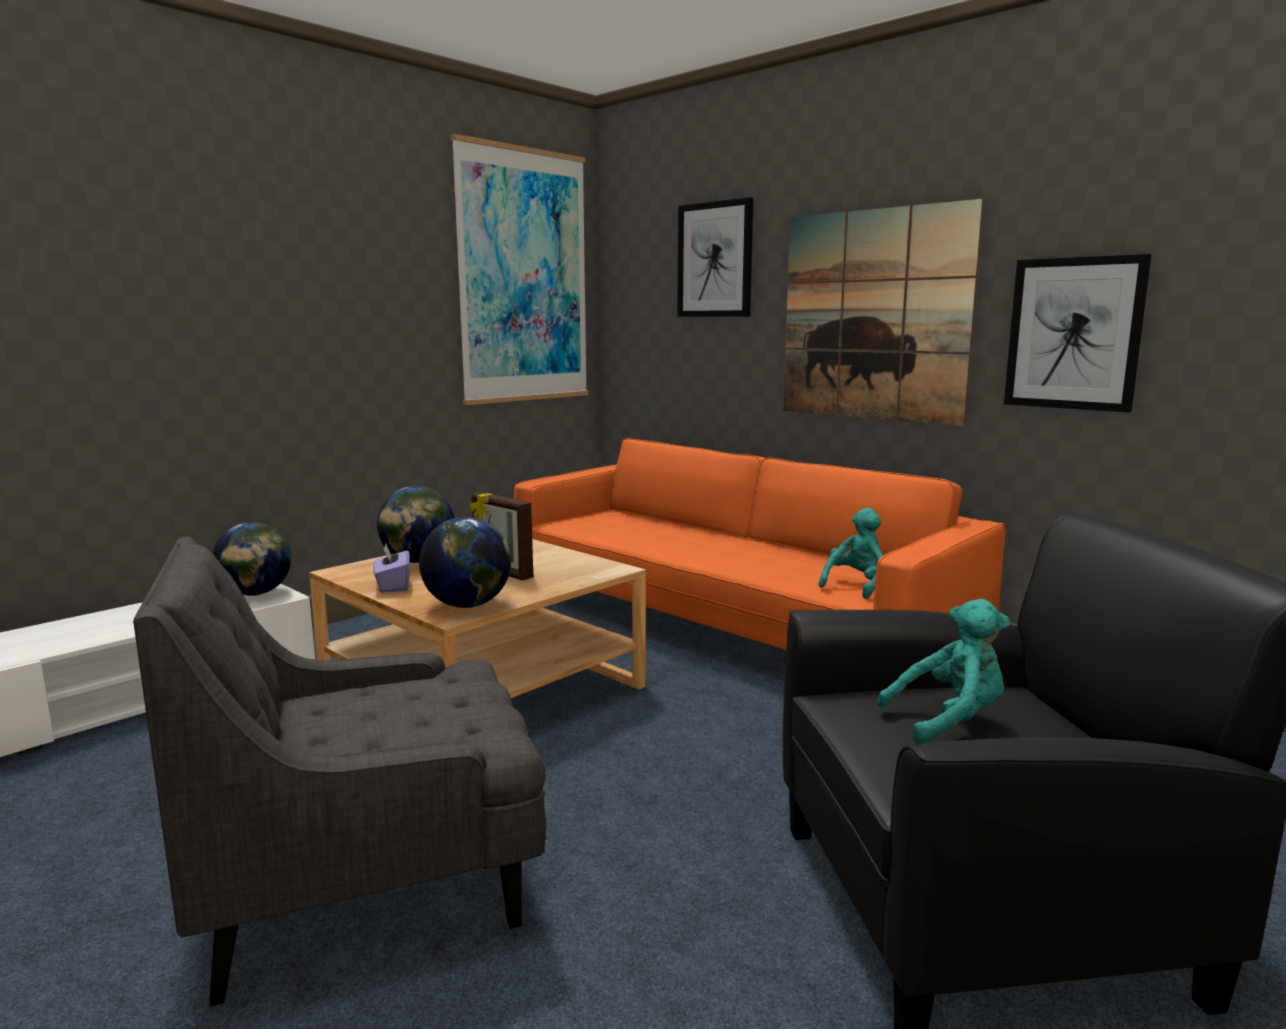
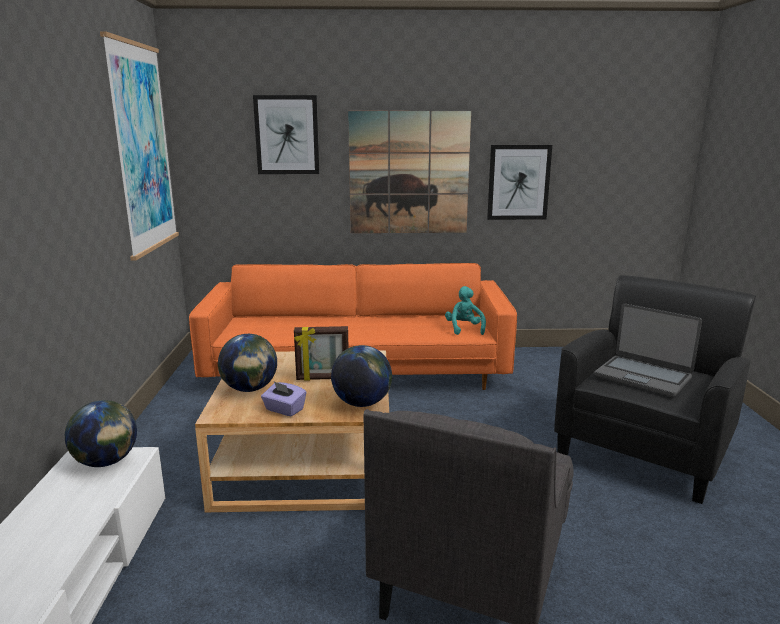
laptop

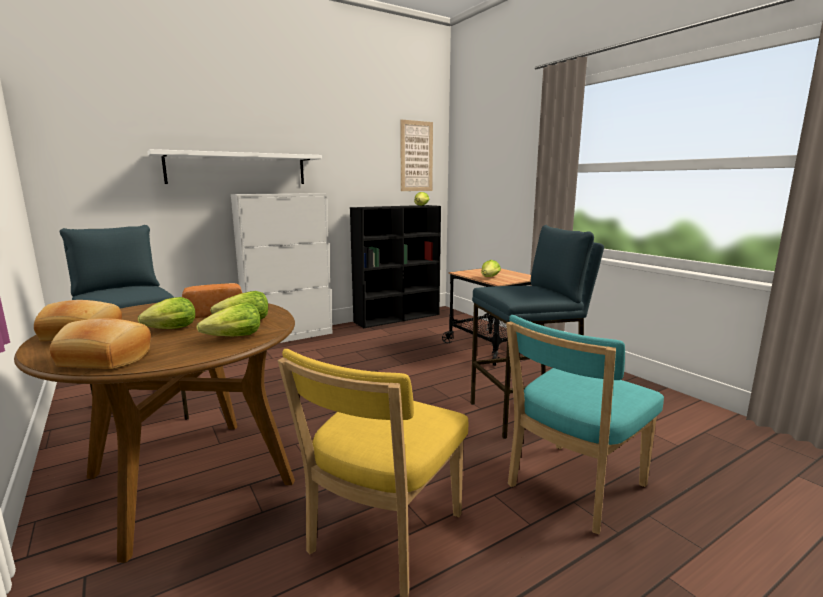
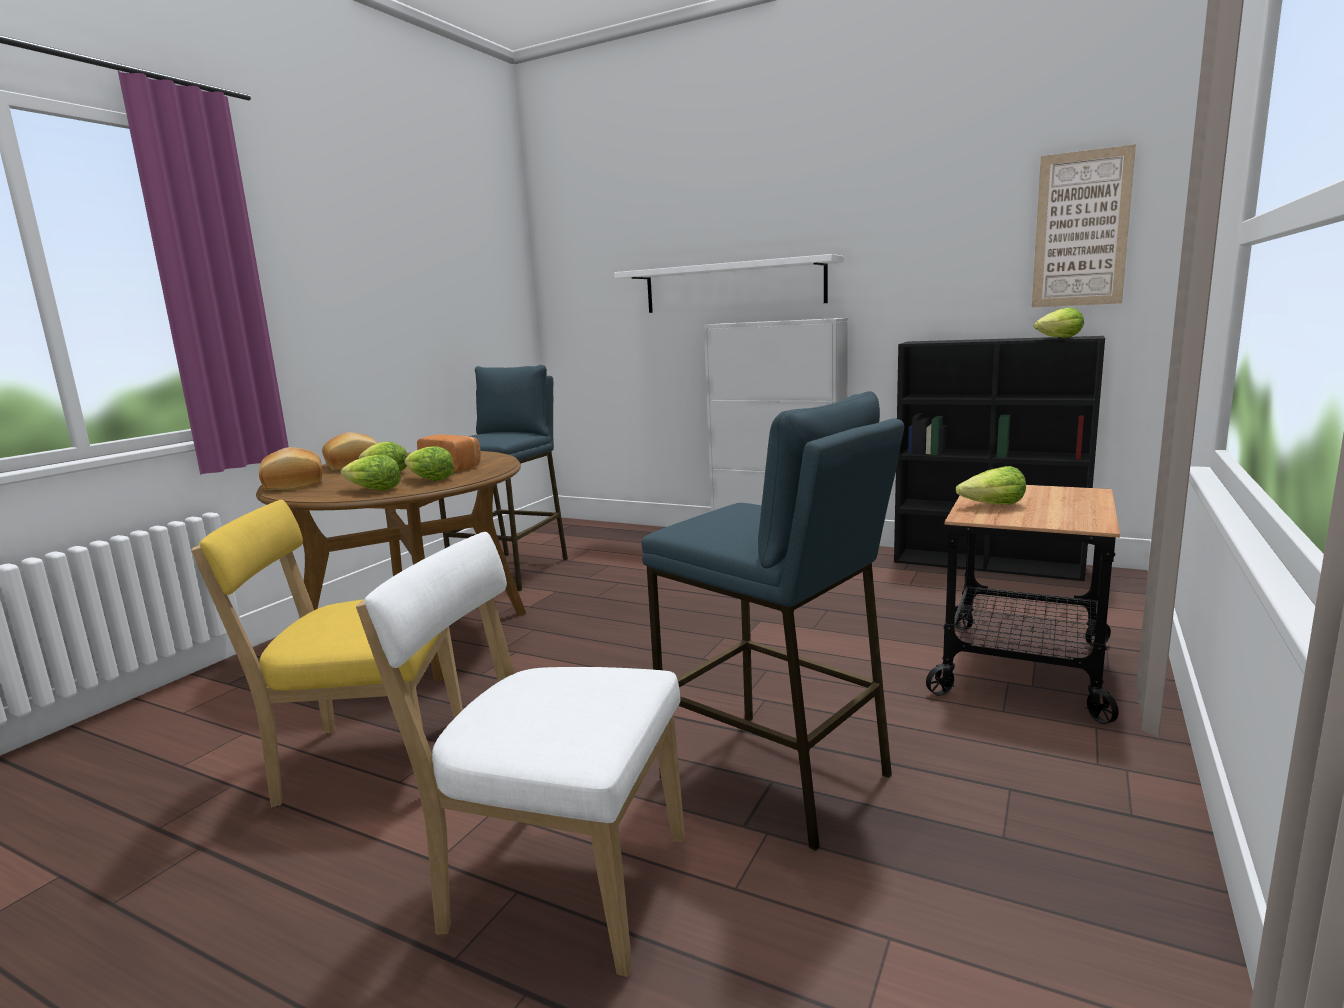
krzesło [biały]

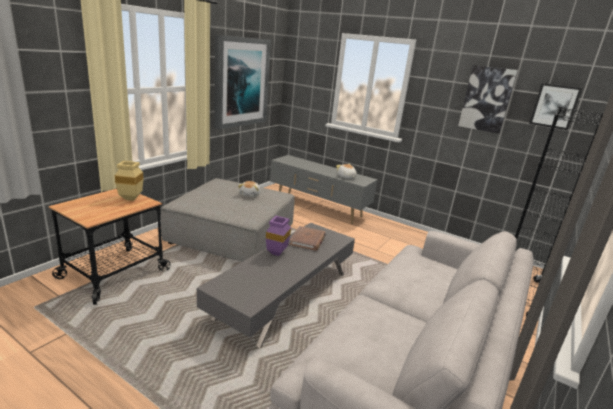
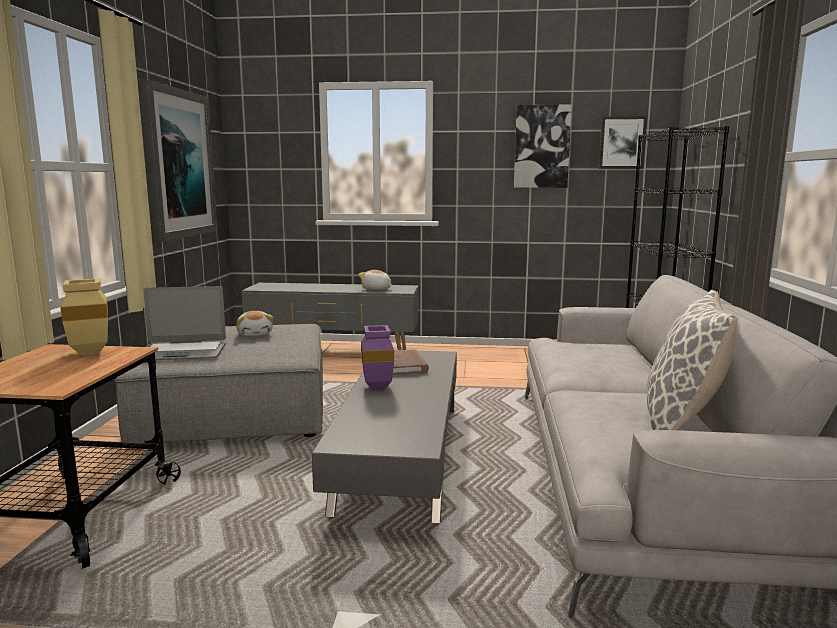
laptop; poduszka

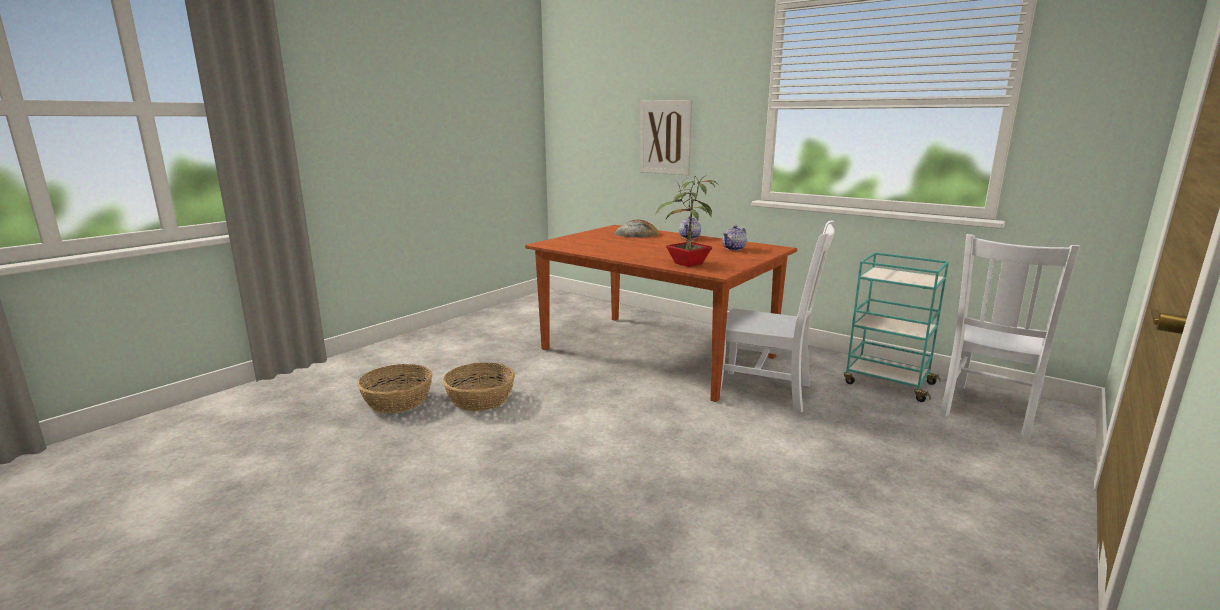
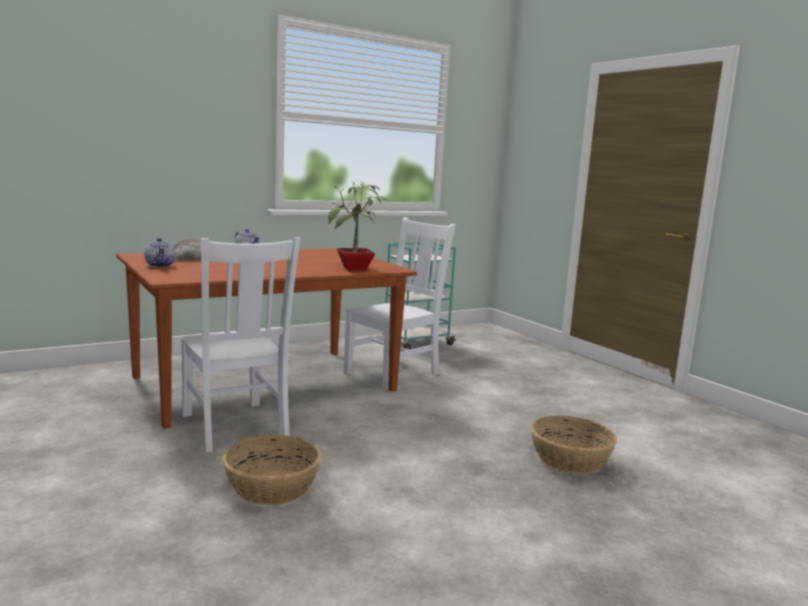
imbryk (no. 1 from left); krzesło [biały] (no. 1 from left); koszyk (no. 2 from left); obraz

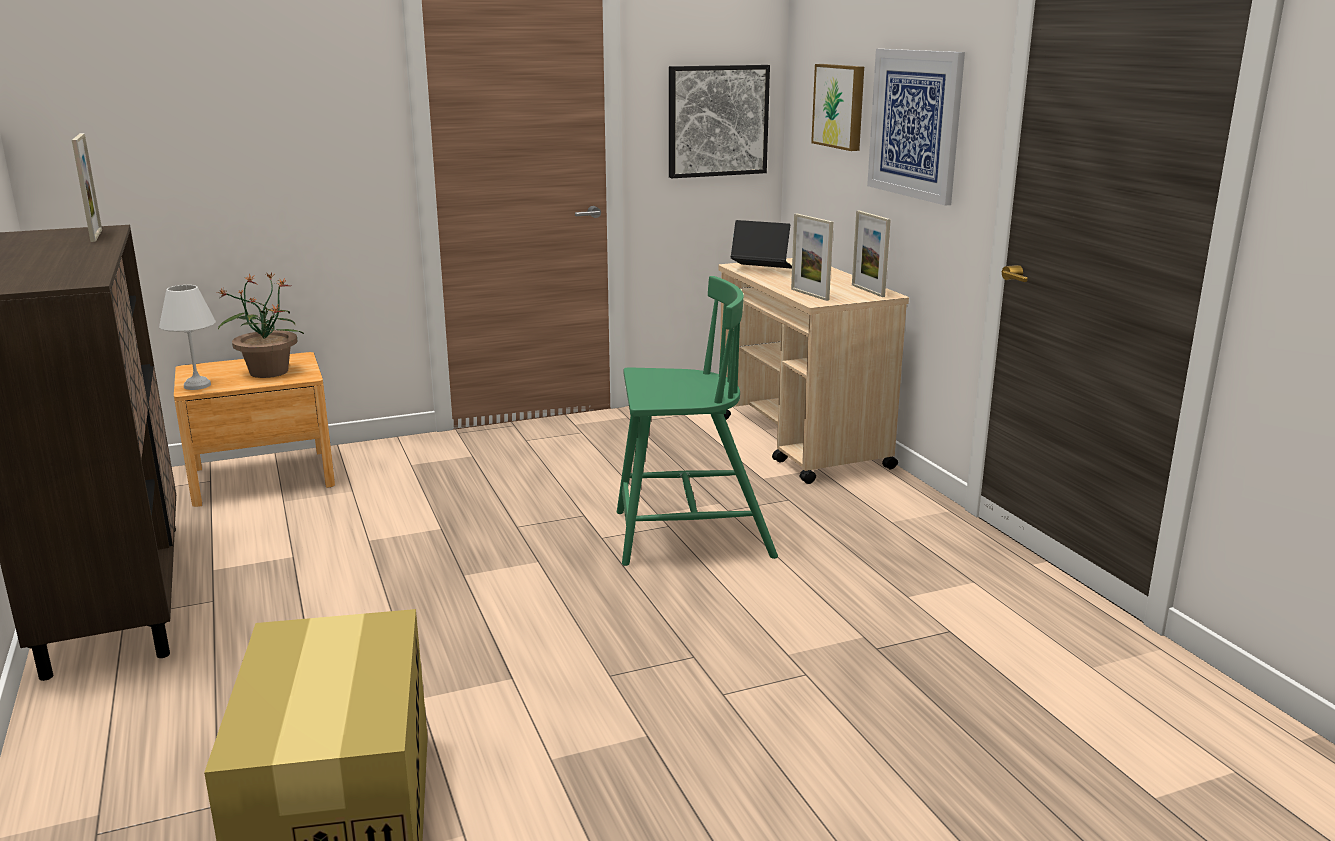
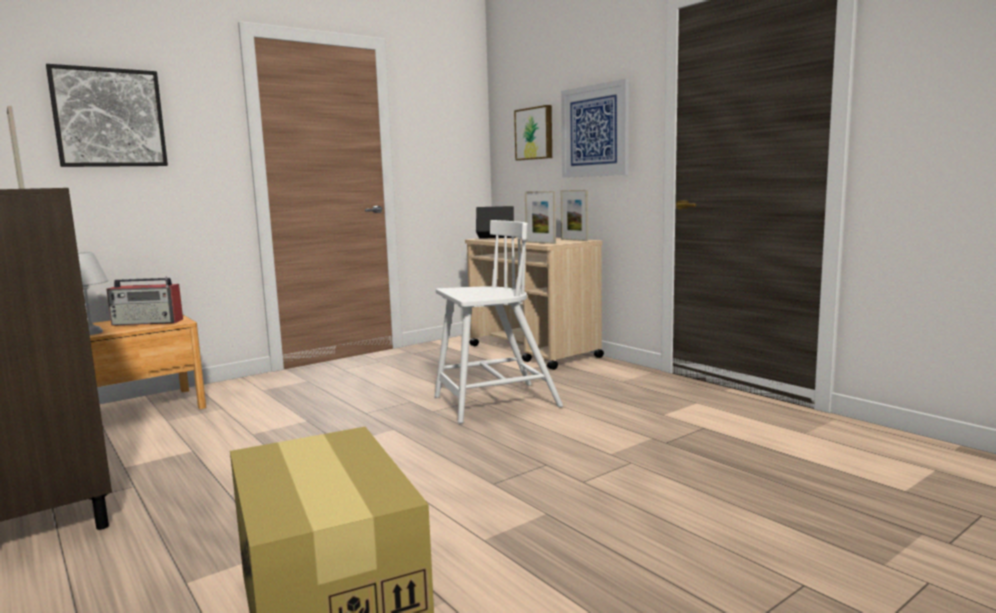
obraz (no. 1 from left); radio; krzesło [biały]

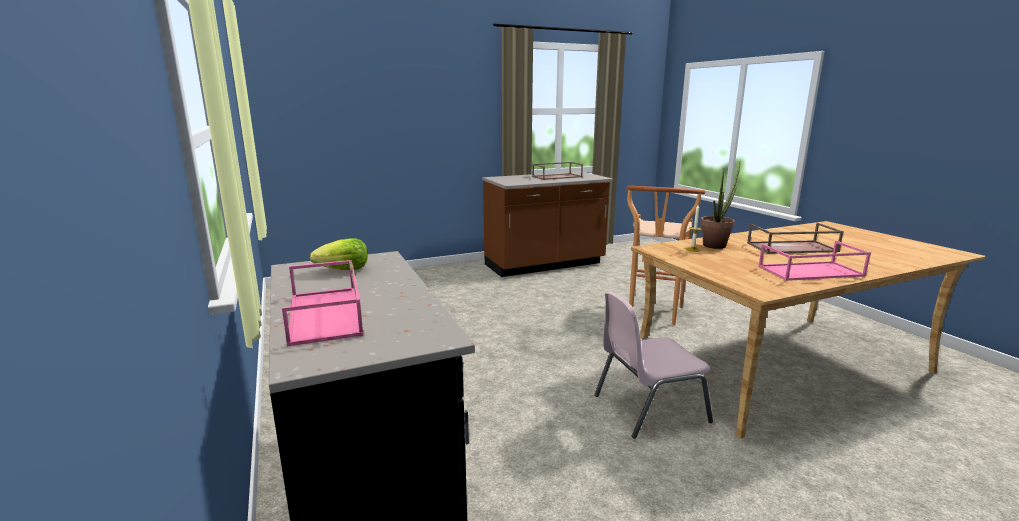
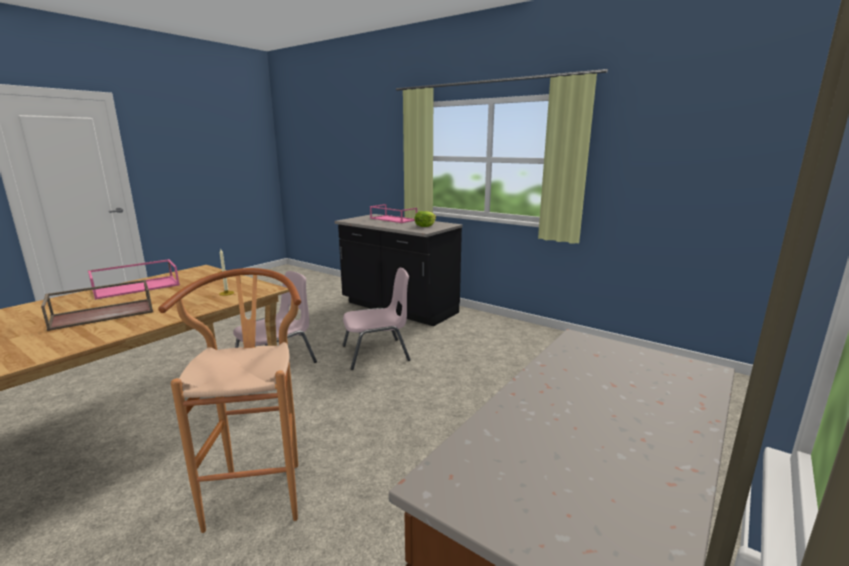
krzesło [różowy] (no. 2 from left); taca [brązowy] (no. 1 from left in the first image); roślina doniczkowa

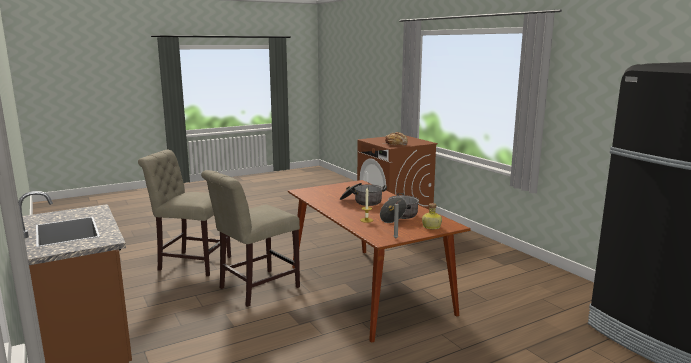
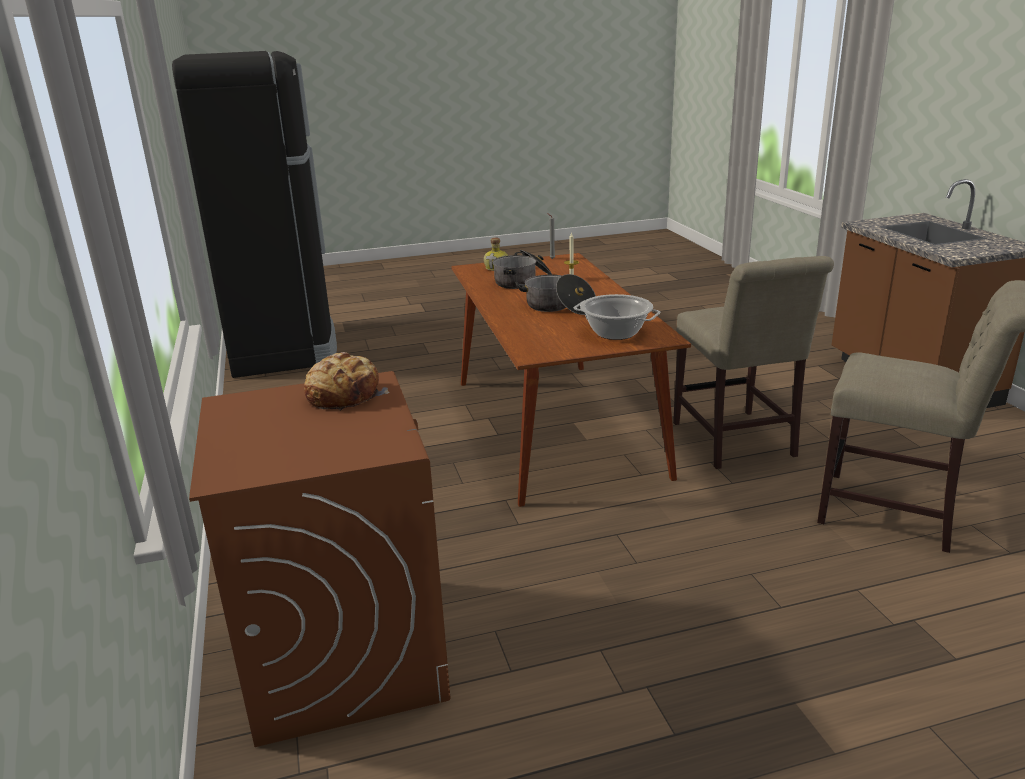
garnek (no. 3 from left); krzesło [beżowy] (no. 1 from left)

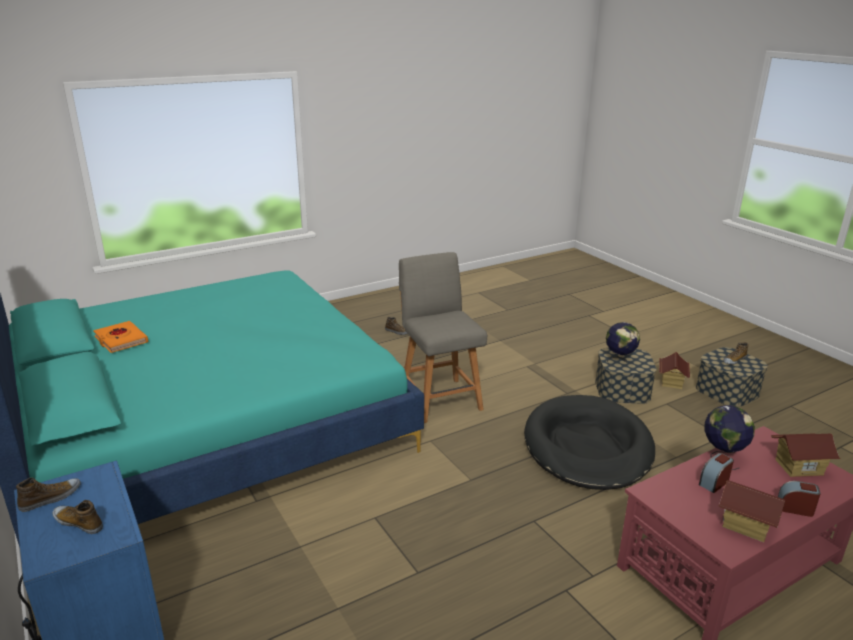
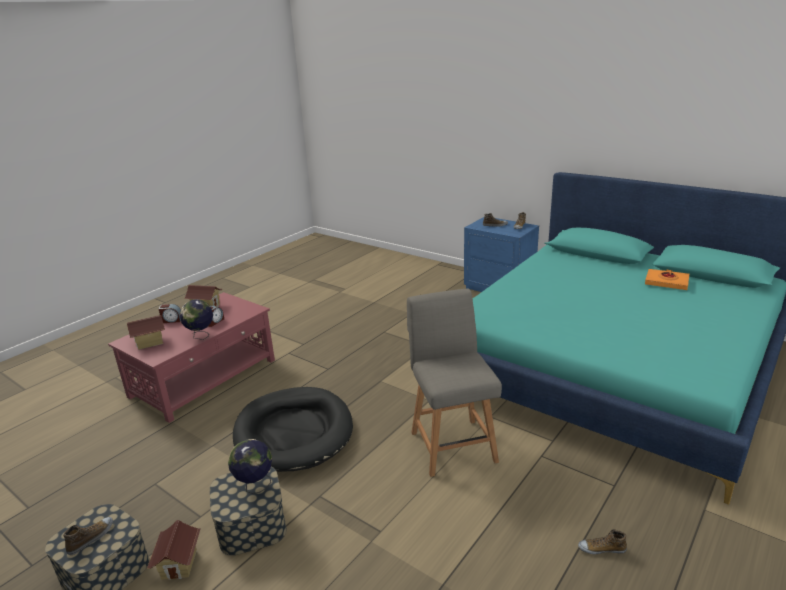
krzesło [szary]

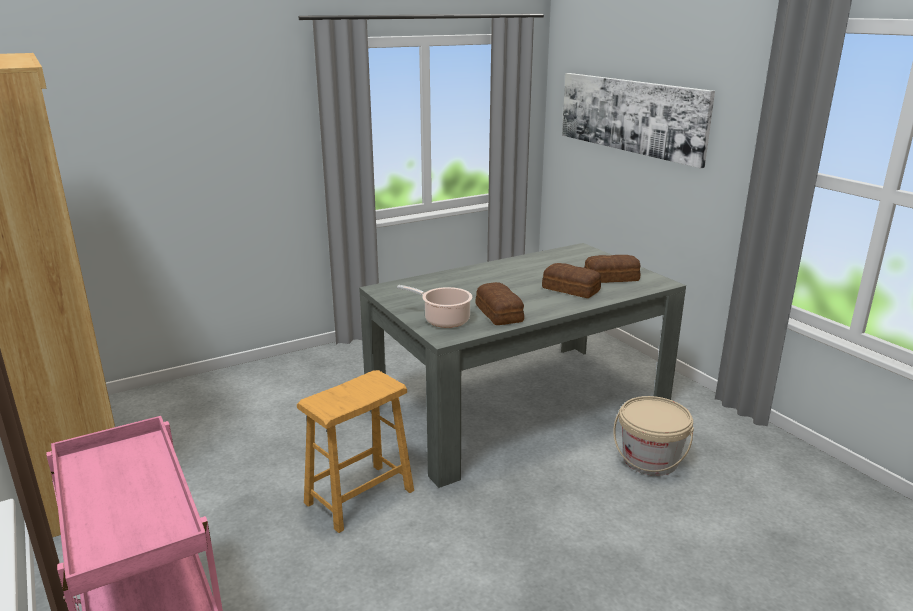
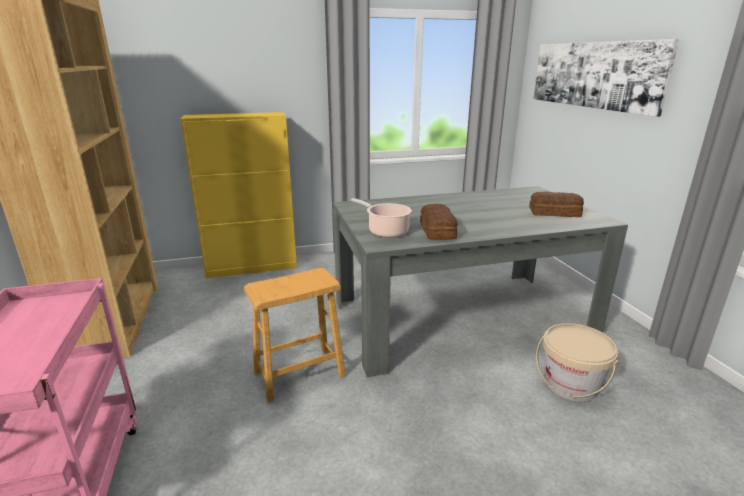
szafka [żółty]; chleb (no. 2 from left in the first image)

